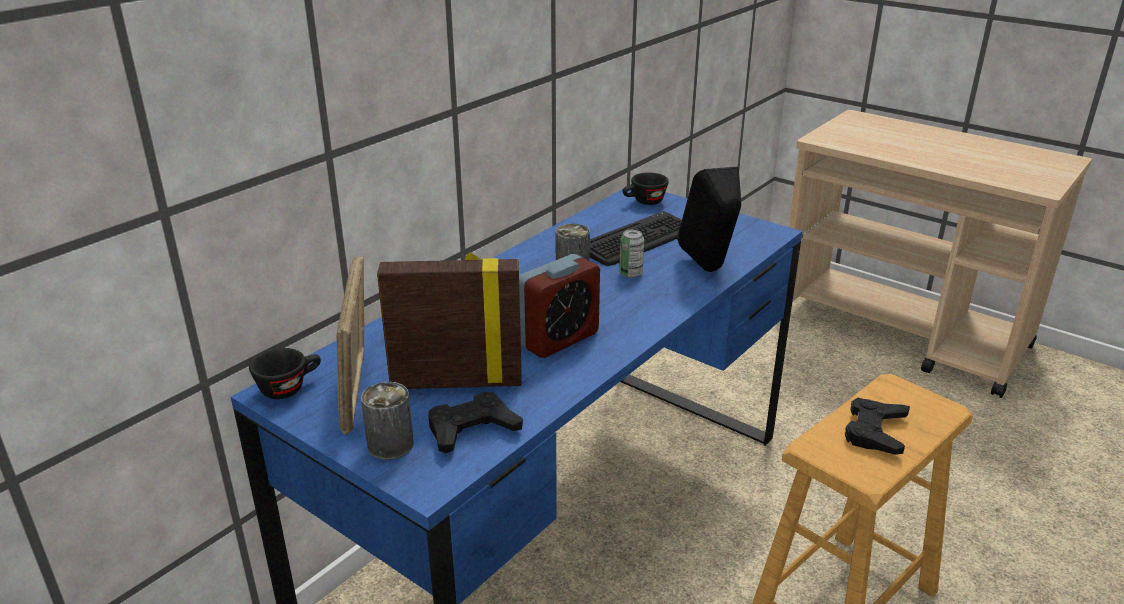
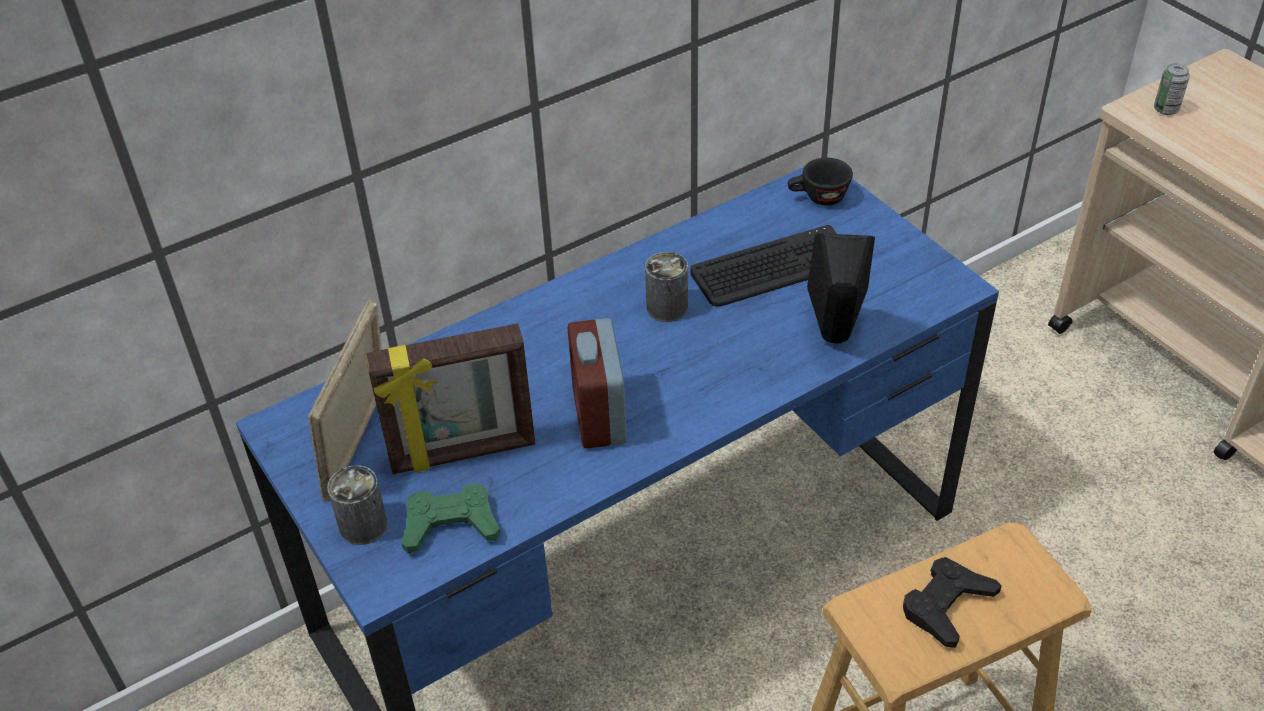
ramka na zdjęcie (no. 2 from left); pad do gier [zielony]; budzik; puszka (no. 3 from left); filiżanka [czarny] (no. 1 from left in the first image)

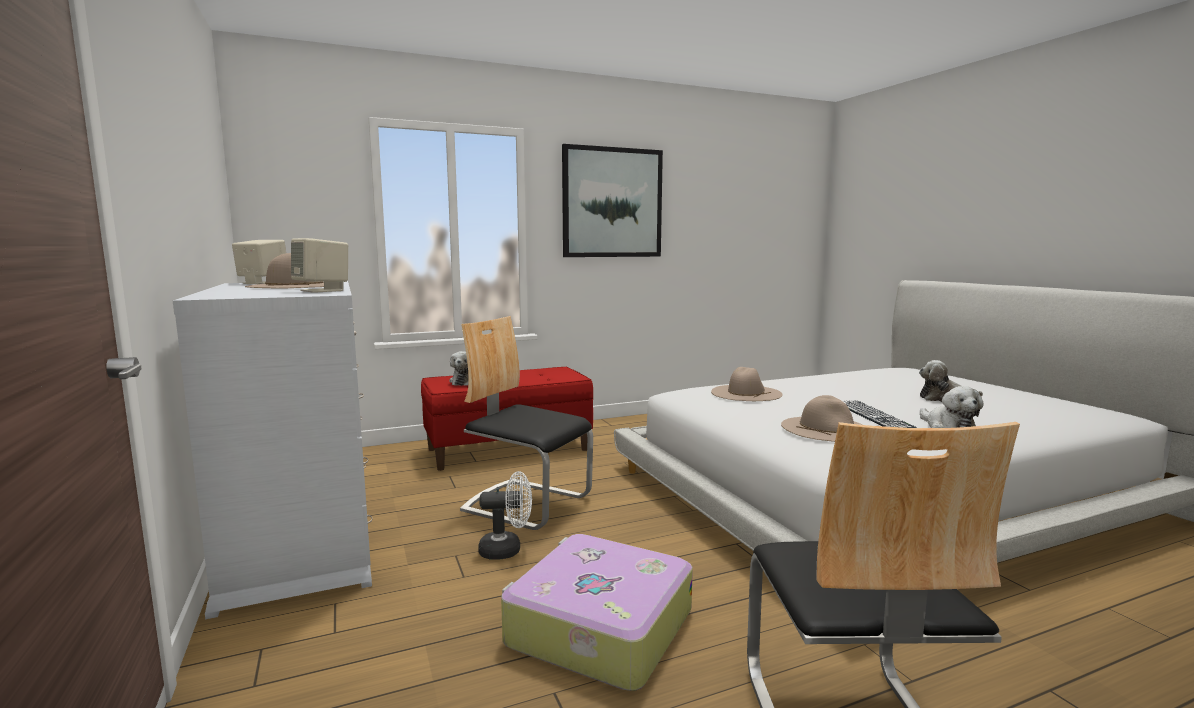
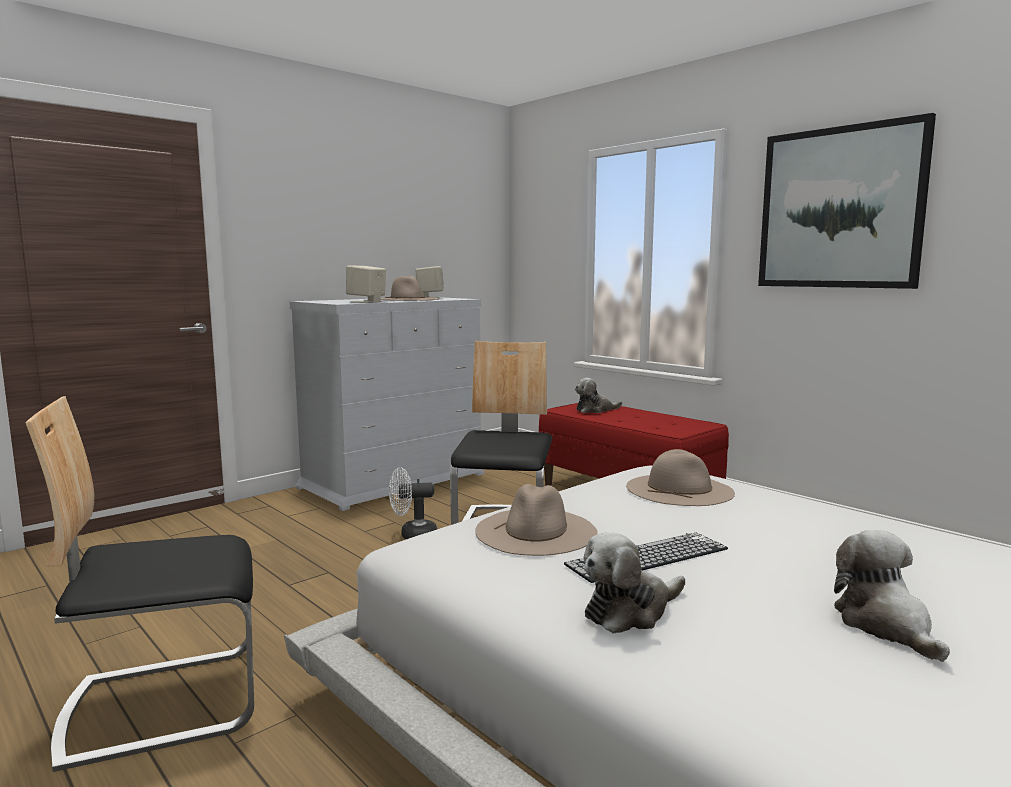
wentylator [biały]; walizka

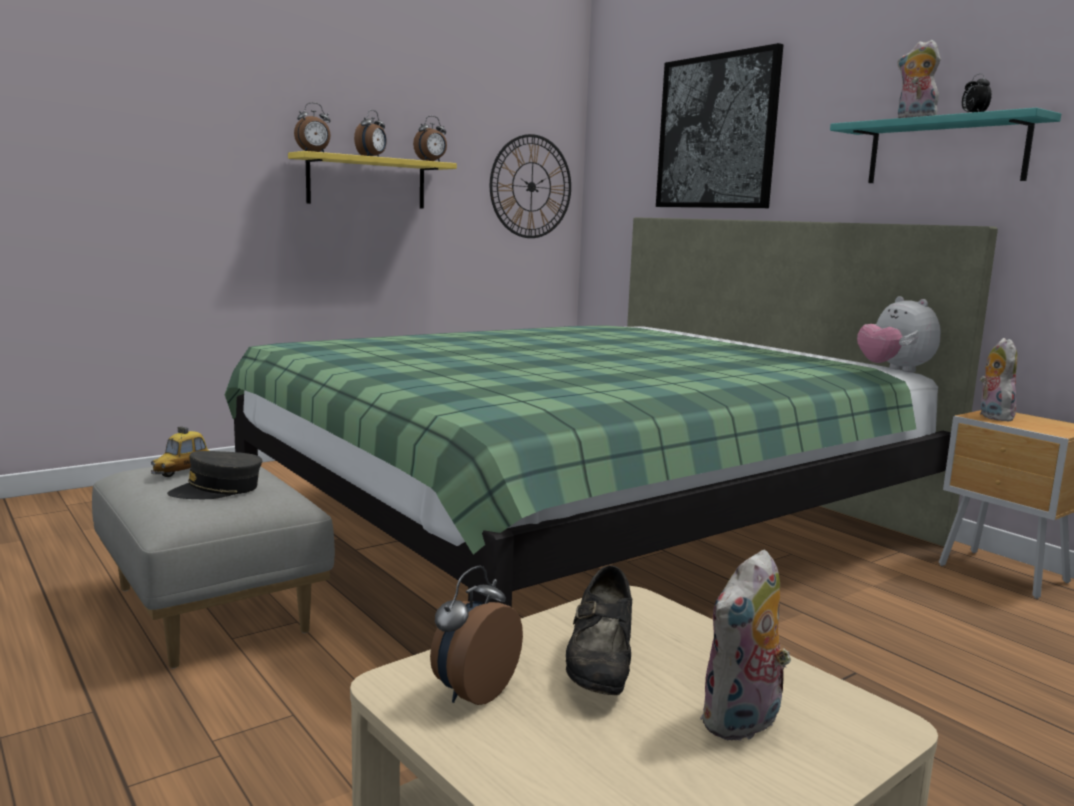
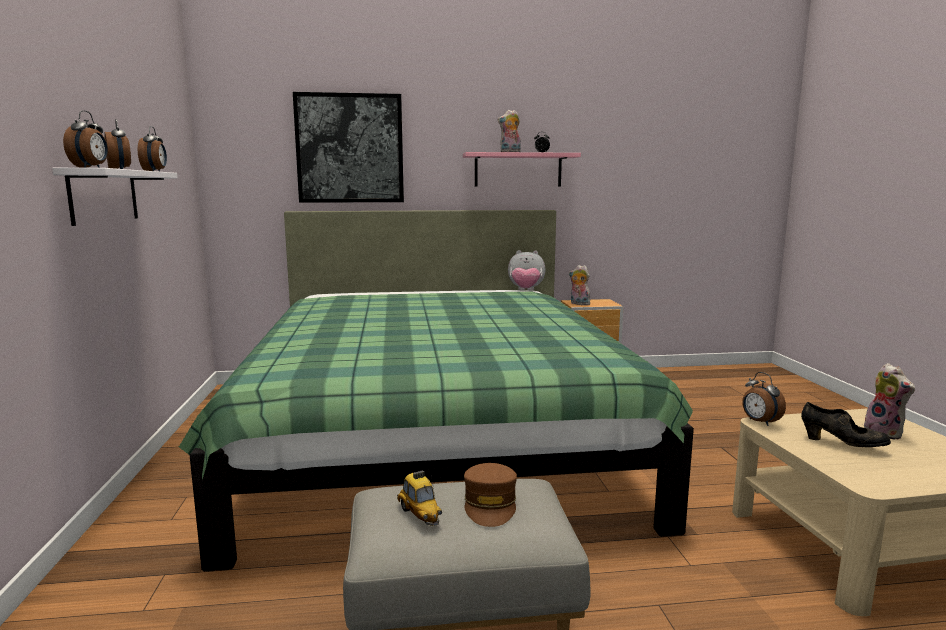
półka [biały]; półka [różowy]; czapka z daszkiem [brązowy]; budzik (no. 5 from left); zegar ścienny

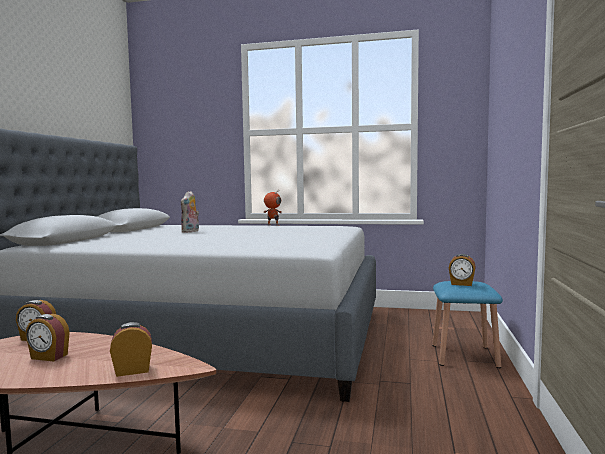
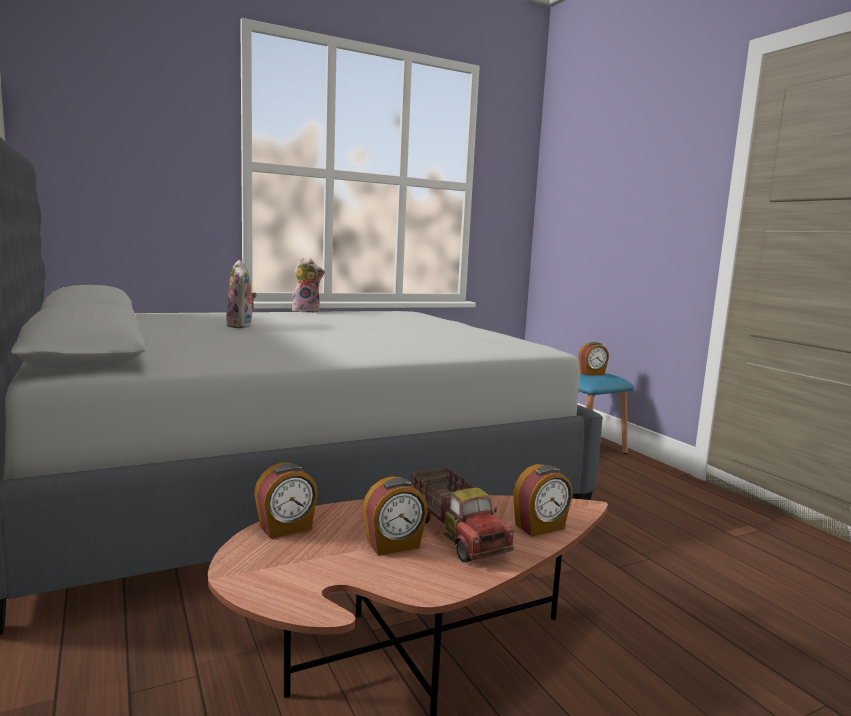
pluszak (no. 2 from left); ciężarówka zabawkowa; budzik (no. 3 from left)

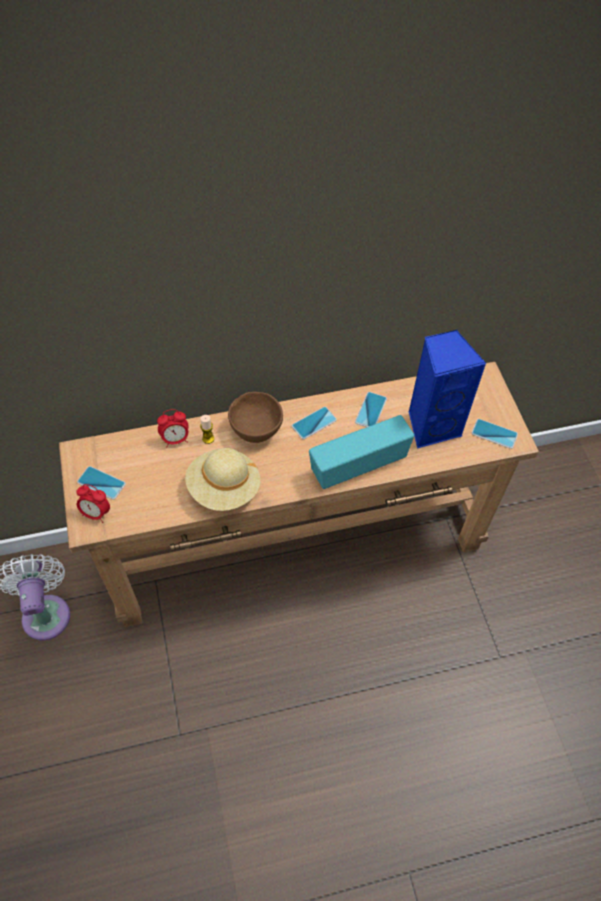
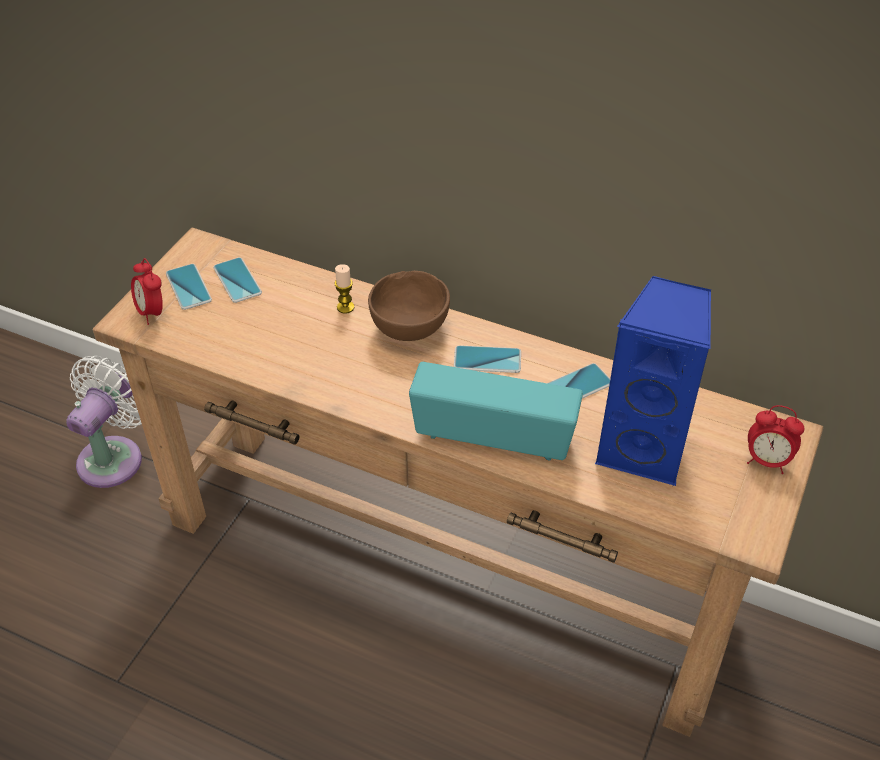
telefon (no. 2 from left); budzik (no. 2 from left); kapelusz [beżowy]

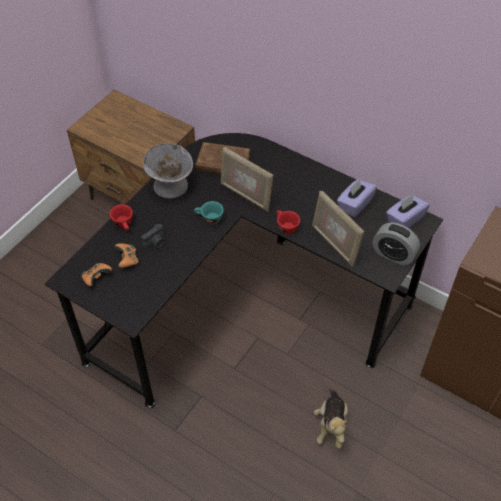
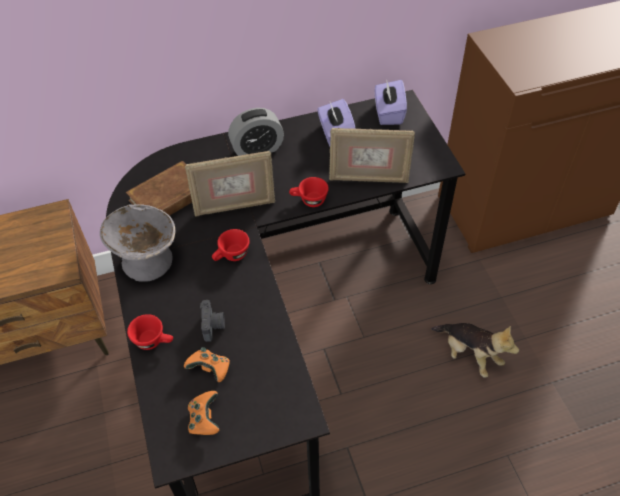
filiżanka [czerwony] (no. 2 from left); budzik

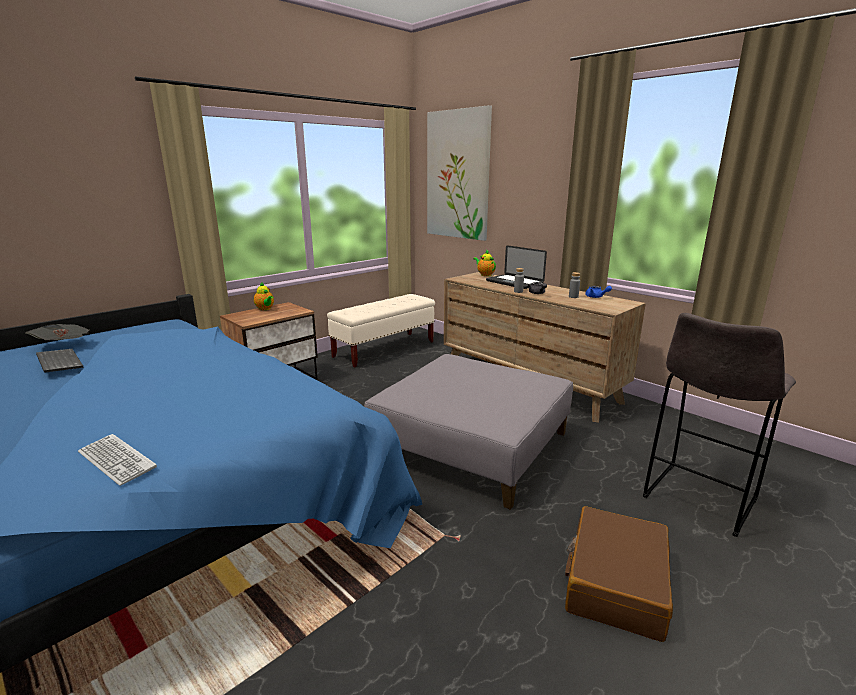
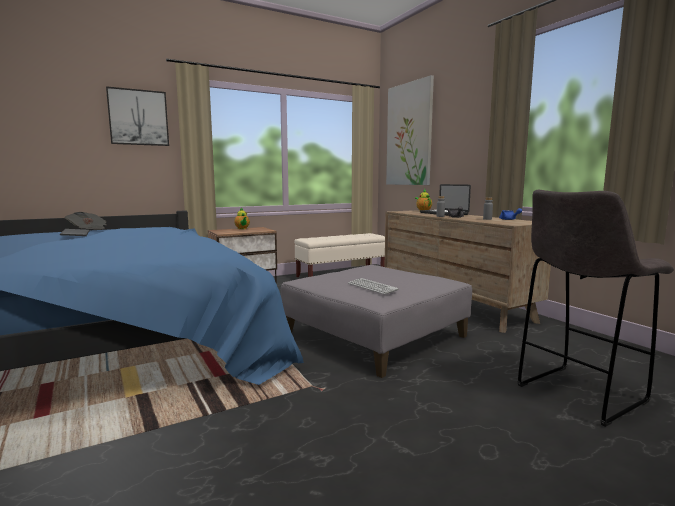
obraz (no. 1 from left); klawiatura (no. 2 from left); walizka [brązowy]

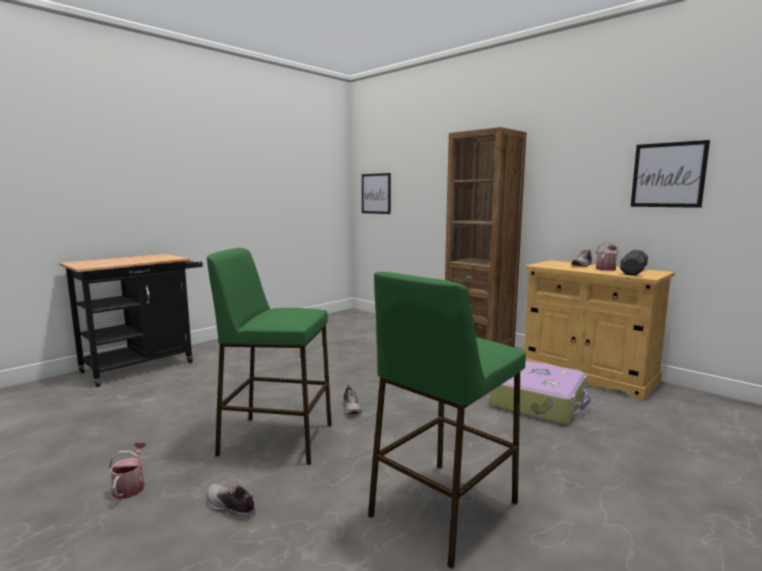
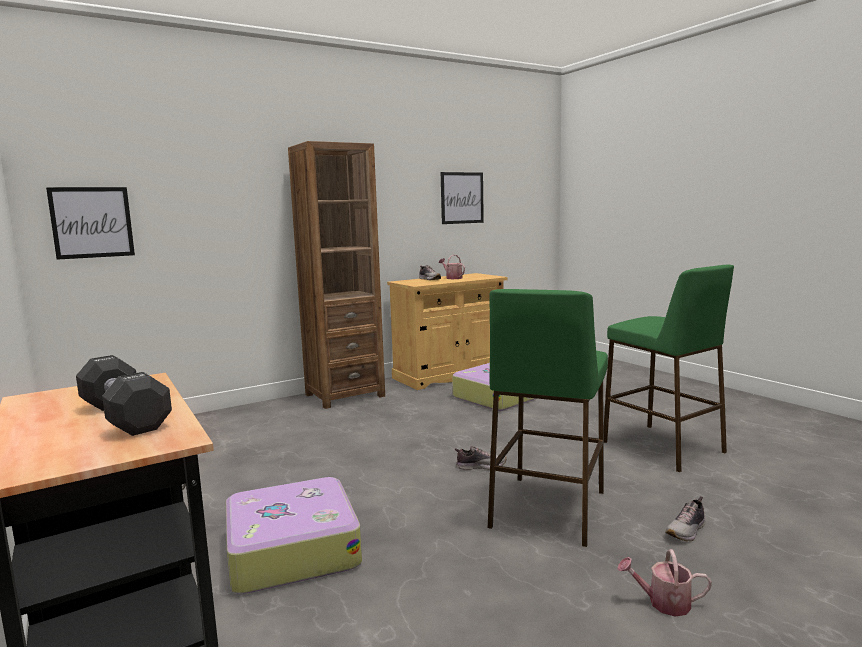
hantel [czarny]; walizka (no. 1 from left)

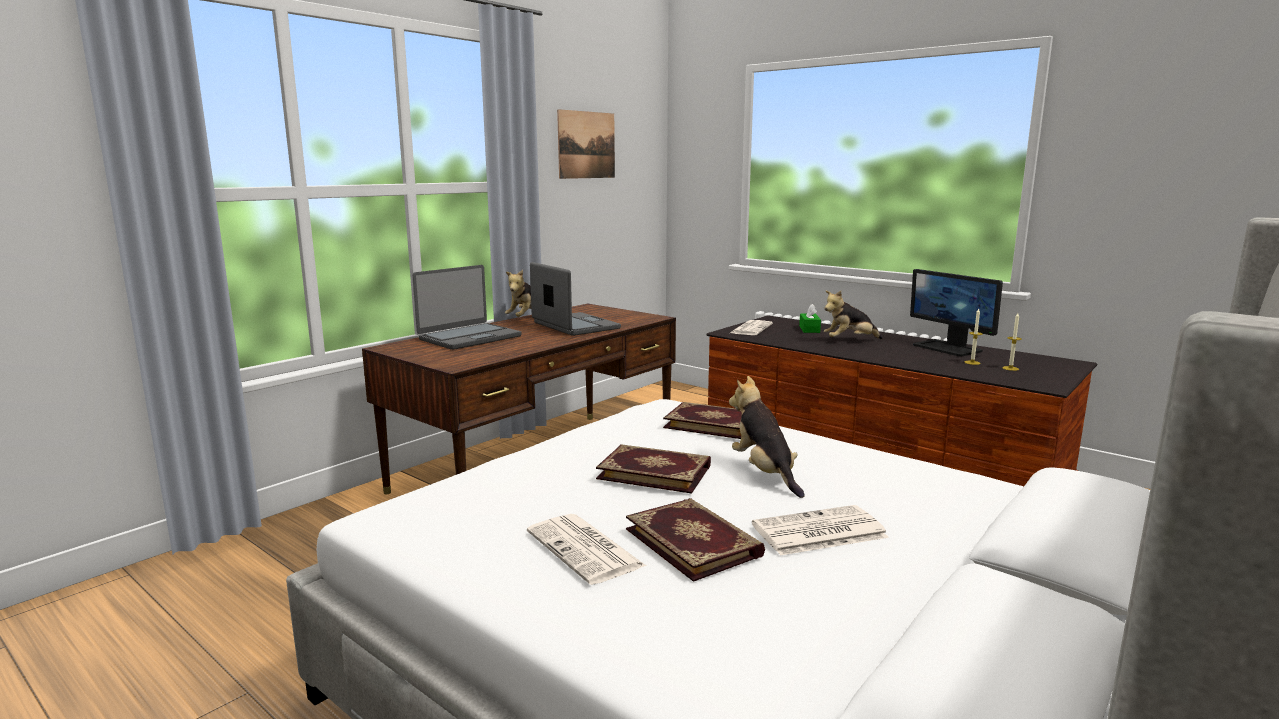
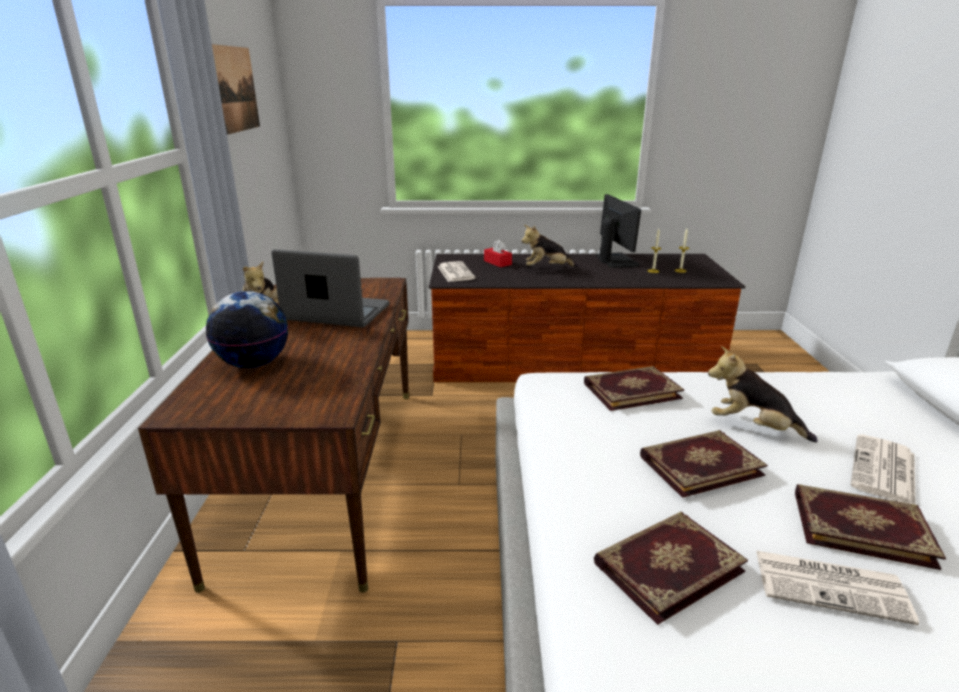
globus; pudełko chusteczek [czerwony]; pluszak (no. 2 from left); książka (no. 2 from left); monitor

